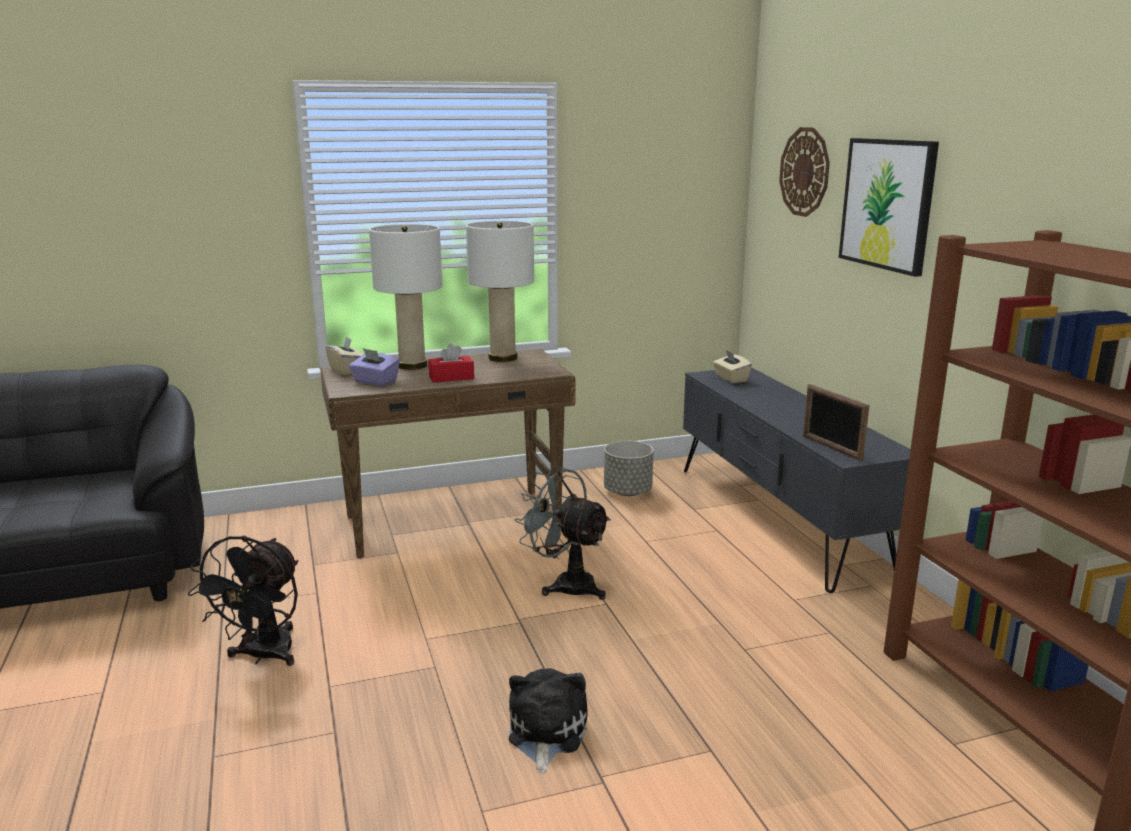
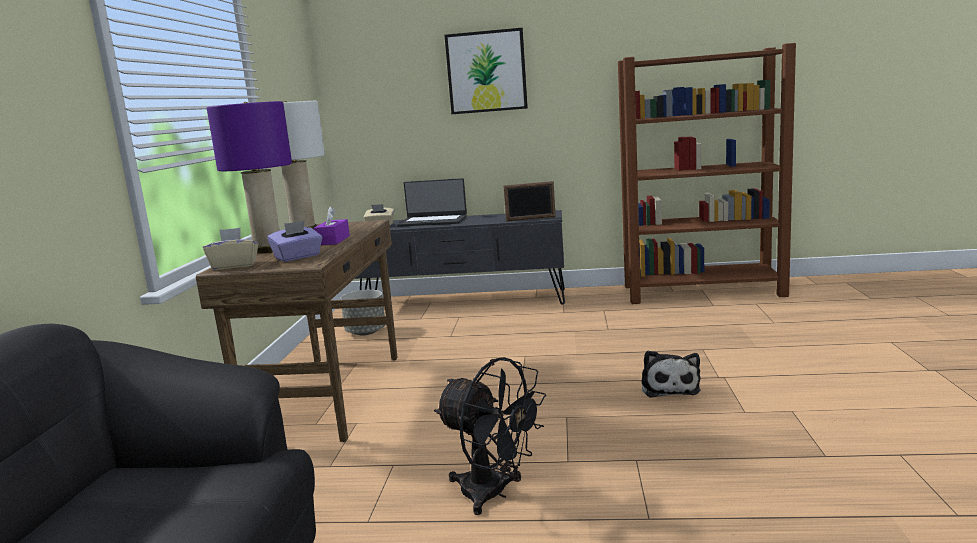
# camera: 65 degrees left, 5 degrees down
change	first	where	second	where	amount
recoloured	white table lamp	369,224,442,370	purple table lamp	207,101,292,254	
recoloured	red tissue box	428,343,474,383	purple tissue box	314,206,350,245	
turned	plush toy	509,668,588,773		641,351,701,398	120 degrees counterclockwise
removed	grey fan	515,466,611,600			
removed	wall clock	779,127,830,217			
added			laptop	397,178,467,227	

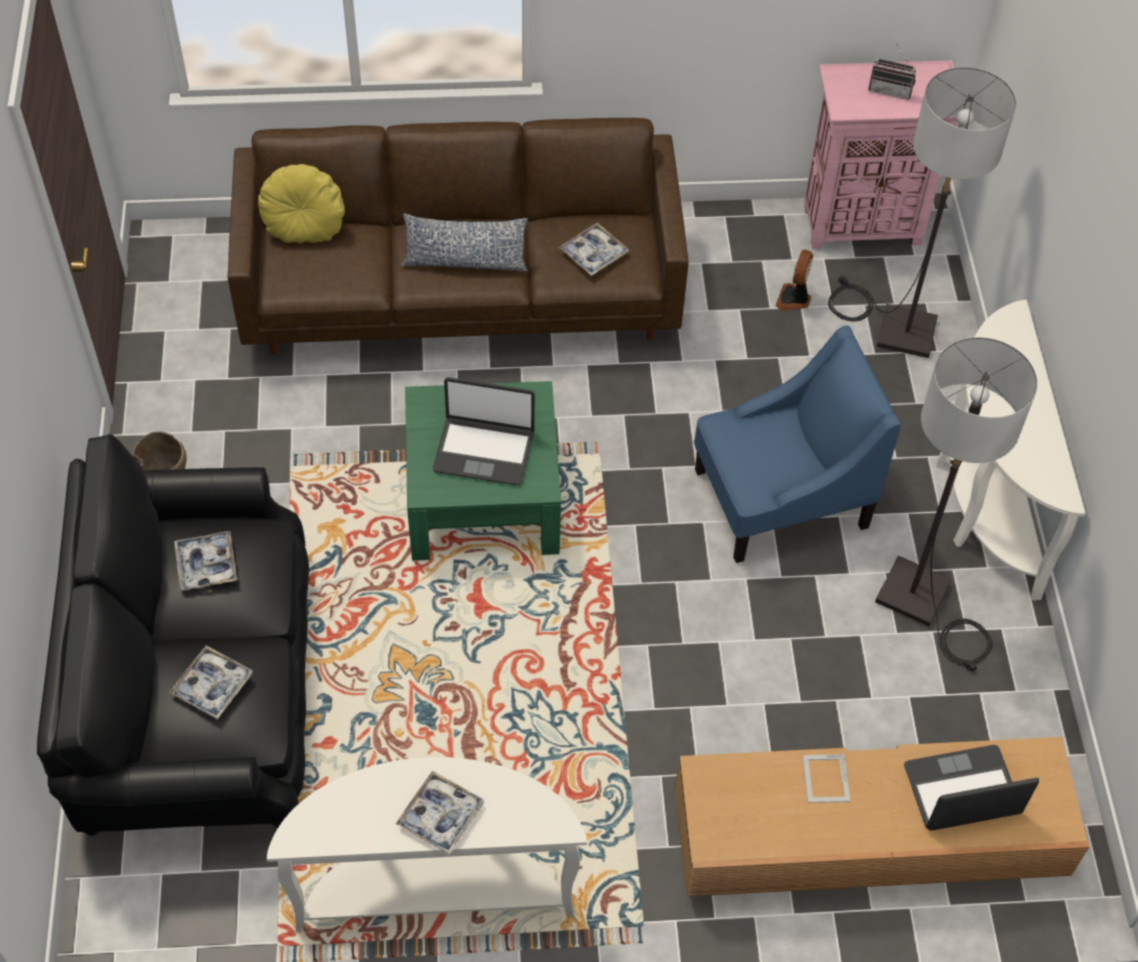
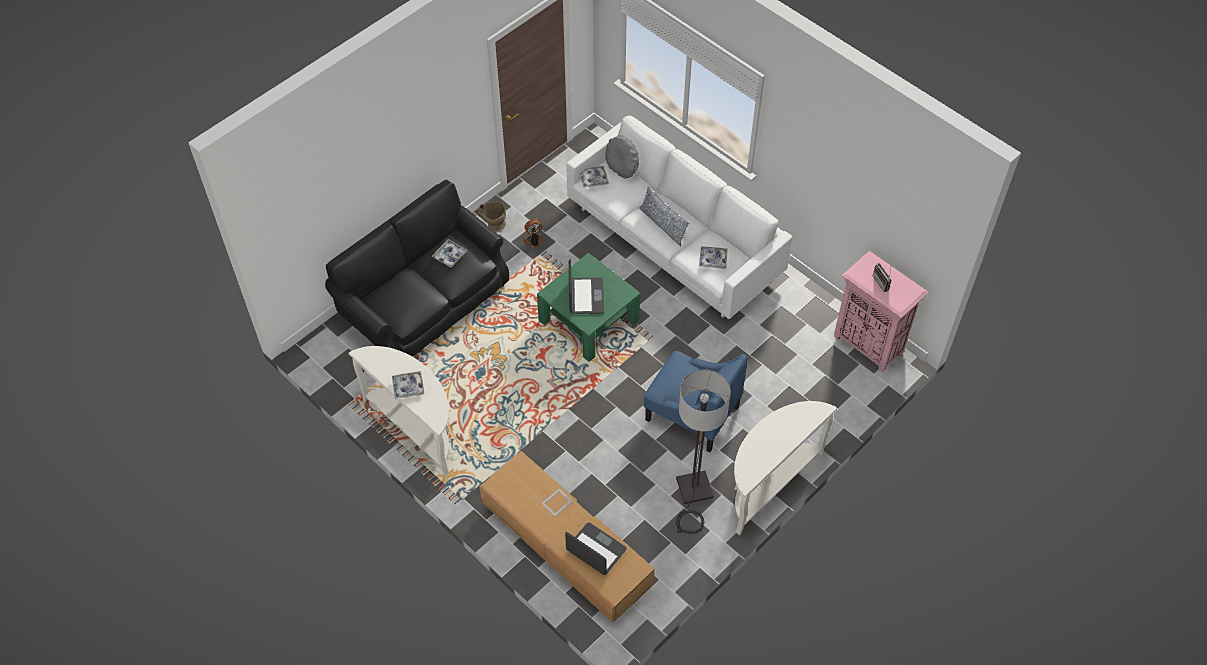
# camera: 50 degrees right, 0 degrees up
change	first	where	second	where	amount
moved	tray	169,646,253,719		580,166,609,188	
recoloured	brown sofa	228,118,689,354	white sofa	566,116,793,319	
recoloured	yellow pillow	258,164,345,243	grey pillow	605,135,639,179	
turned	laptop	433,377,535,485		569,259,604,314	150 degrees counterclockwise
moved	fan	775,250,813,310		523,219,542,248	
removed	floor lamp	828,67,1016,358			

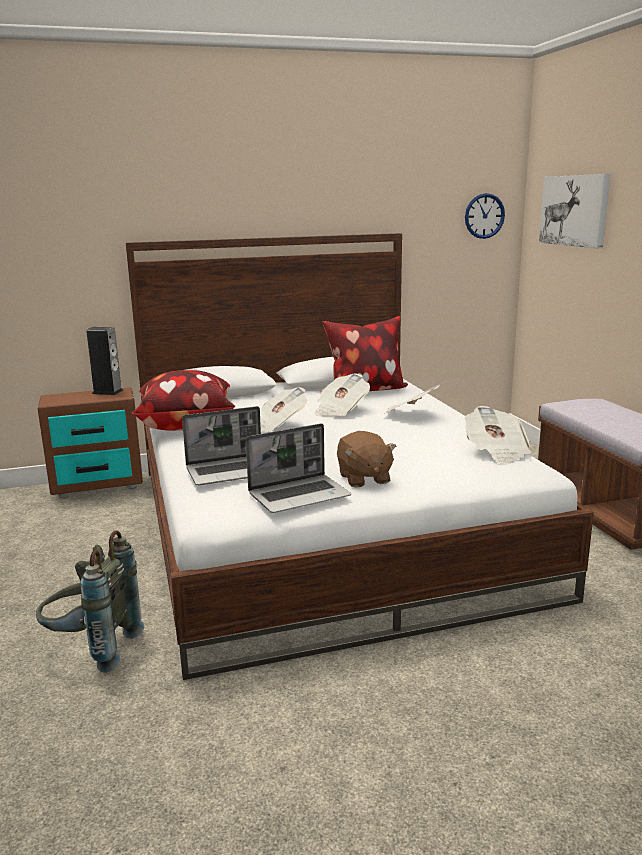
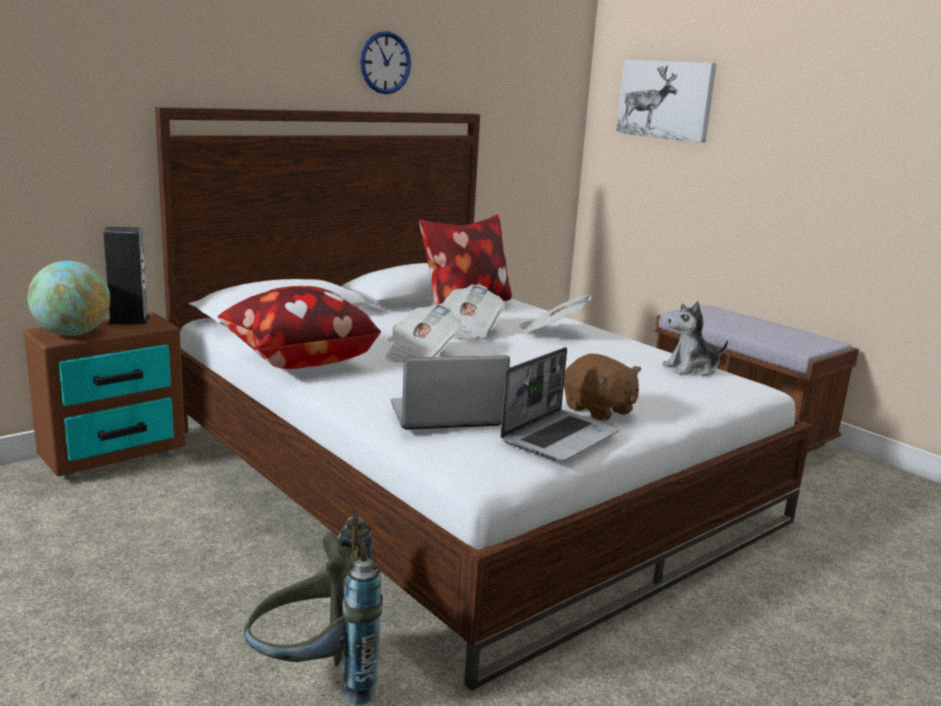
# camera: 25 degrees left, 0 degrees up
change	first	where	second	where	amount
turned	laptop	182,406,261,485		391,355,510,430	150 degrees counterclockwise
moved	wall clock	465,193,505,239		360,31,411,94	
replaced	newspaper	465,406,532,465	plush toy	663,301,728,376	
added			globe	28,261,110,336	

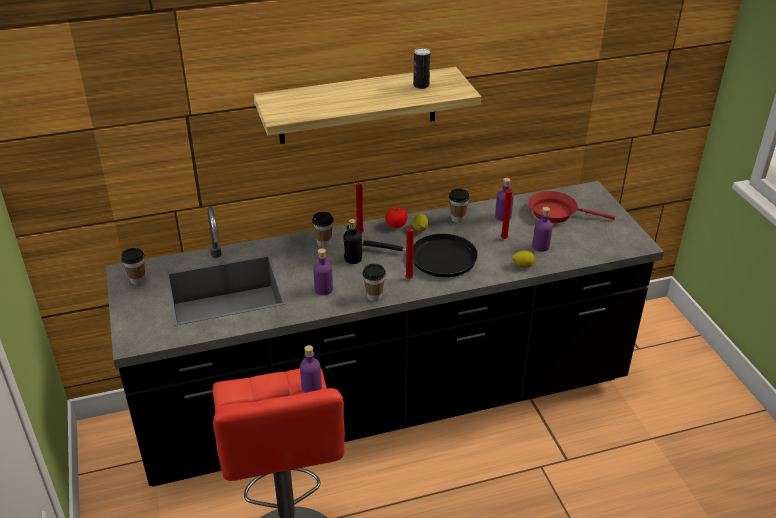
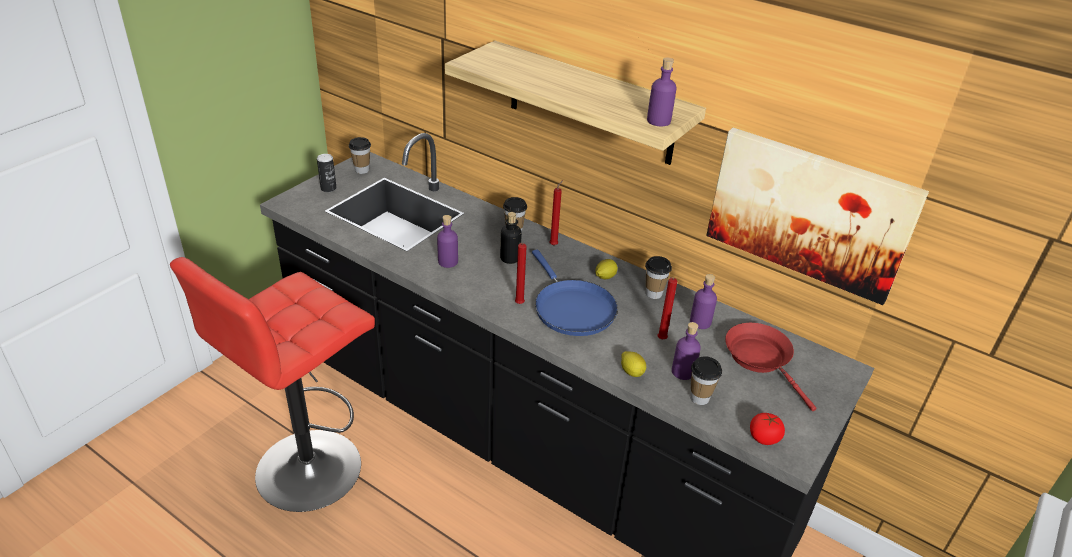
# camera: 50 degrees right, 0 degrees up
change	first	where	second	where	amount
moved	purple bottle	300,345,322,393		647,58,677,126	
moved	cup	362,264,386,302		690,356,722,405	
recoloured	black frying pan	363,233,478,277	blue frying pan	532,250,618,336	
moved	tomato	385,207,407,228		750,413,785,445	
moved	can	413,48,430,89		317,154,337,192	
added			picture	706,128,929,305	

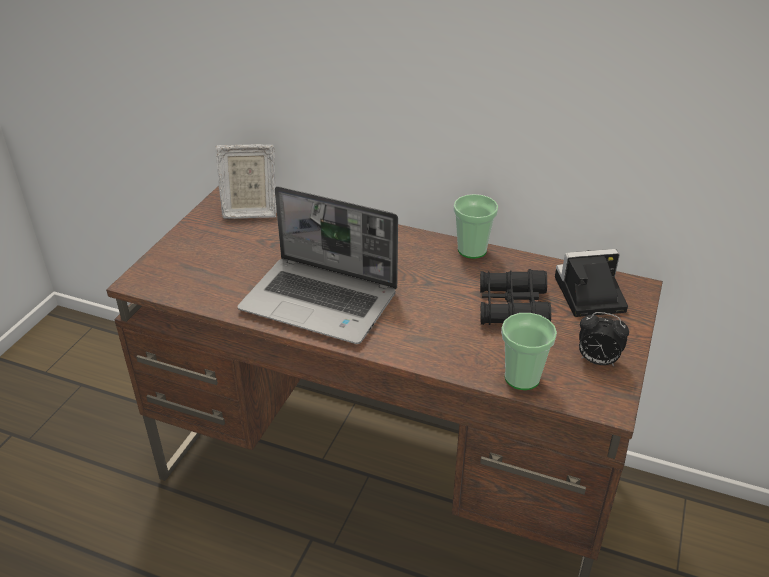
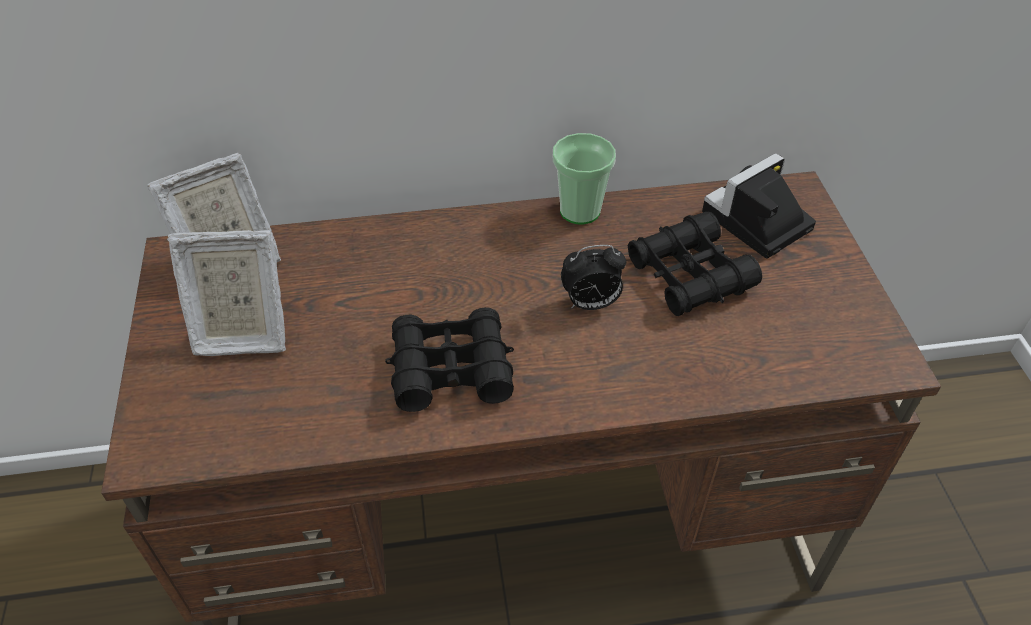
# camera: 30 degrees left, 10 degrees up
change	first	where	second	where	amount
replaced	laptop	238,186,398,344	black binoculars	385,307,514,412	
removed	cup	501,313,557,390			
moved	alarm clock	579,312,629,366		561,245,626,310	
added			picture frame	167,230,286,356	

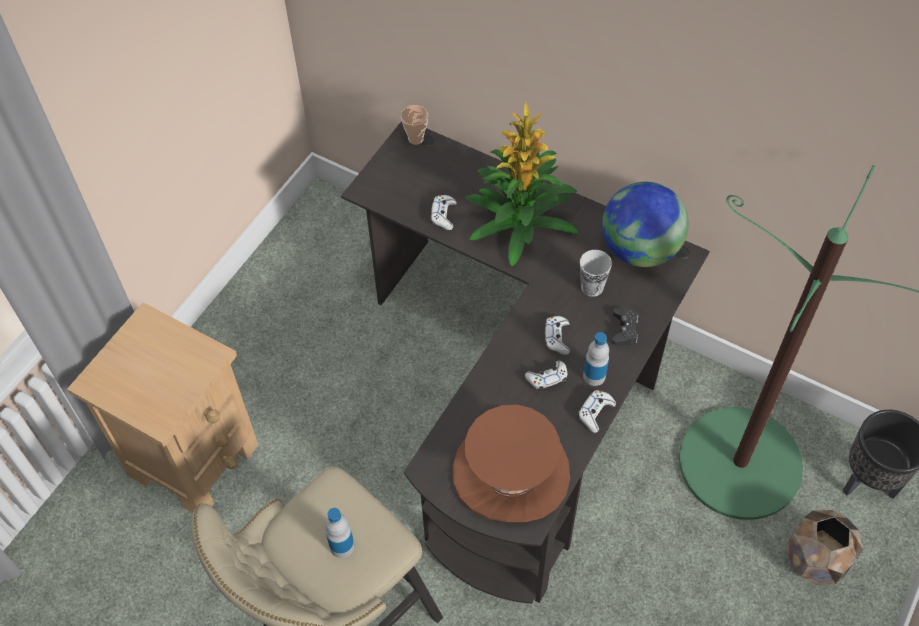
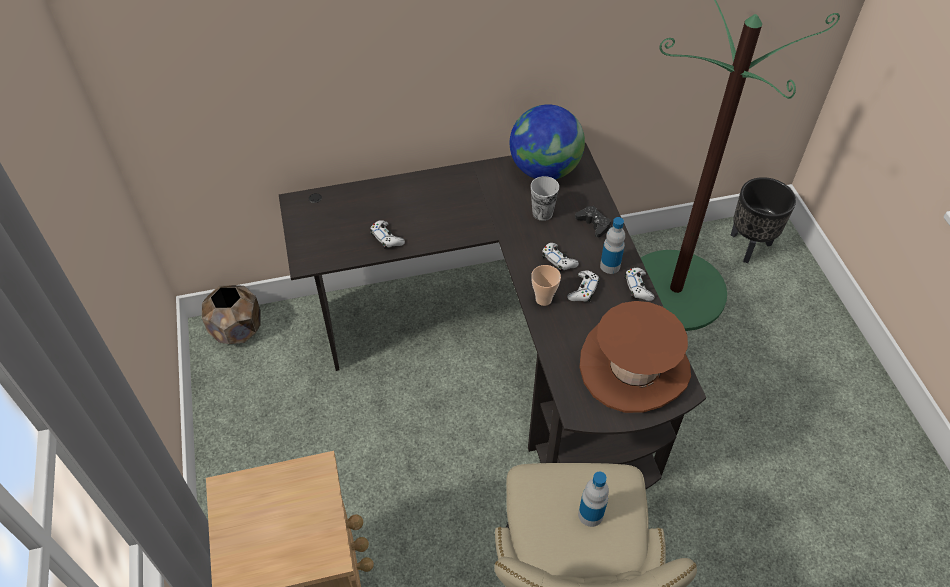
# camera: 45 degrees left, 5 degrees down
change	first	where	second	where	amount
moved	cup	401,105,428,145		531,265,561,306	
removed	potted plant	465,102,578,266			
moved	brown planter	786,510,863,584		202,285,261,344	

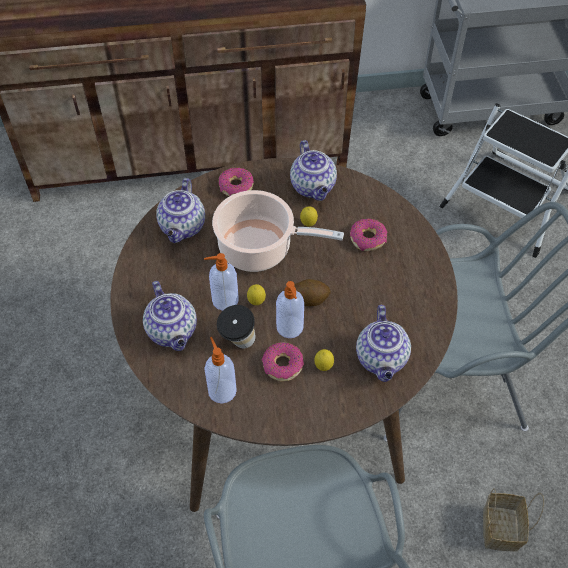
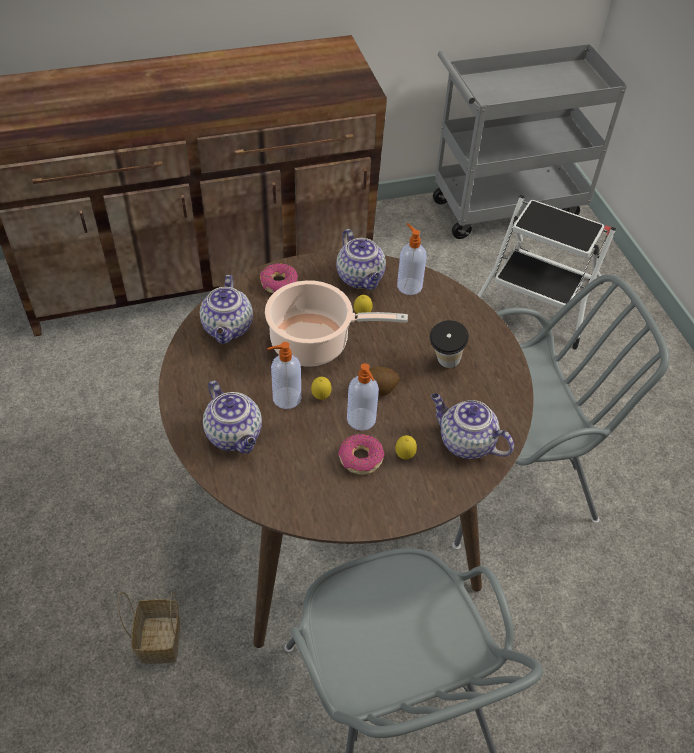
# camera: 10 degrees left, 5 degrees down
change	first	where	second	where	amount
moved	soap dispenser	204,337,237,403		397,223,426,295	
moved	cup	217,305,256,348		429,320,469,368	
removed	donut	350,219,388,251			
turned	teapot	356,305,411,382		431,393,514,459	135 degrees clockwise
moved	basket	483,488,544,551		118,591,180,664	

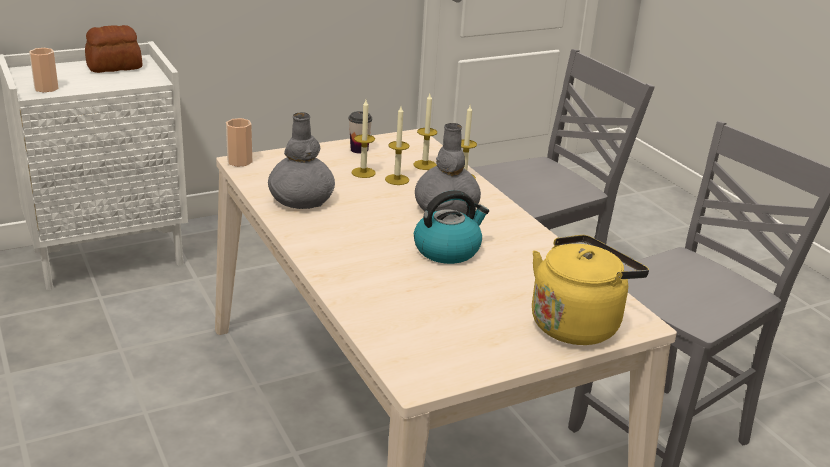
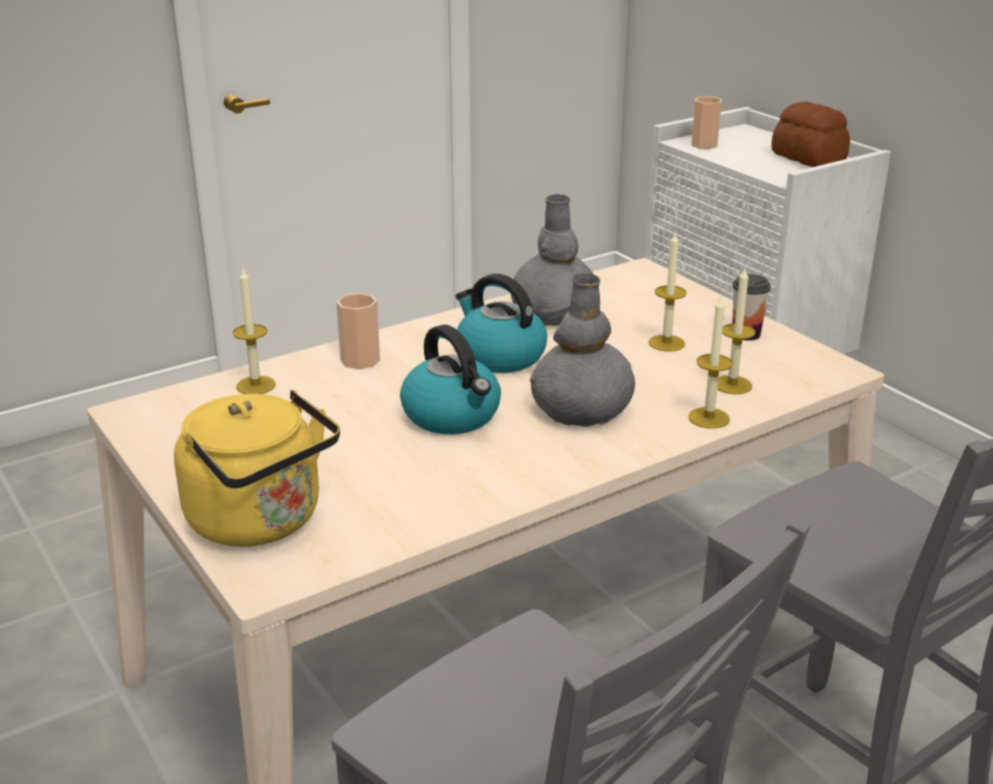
# camera: 85 degrees right, 0 degrees up
change	first	where	second	where	amount
moved	cup	226,118,253,167		336,293,380,369	
moved	candle	385,106,409,185		233,269,276,394	
added			kettle	456,274,547,373	

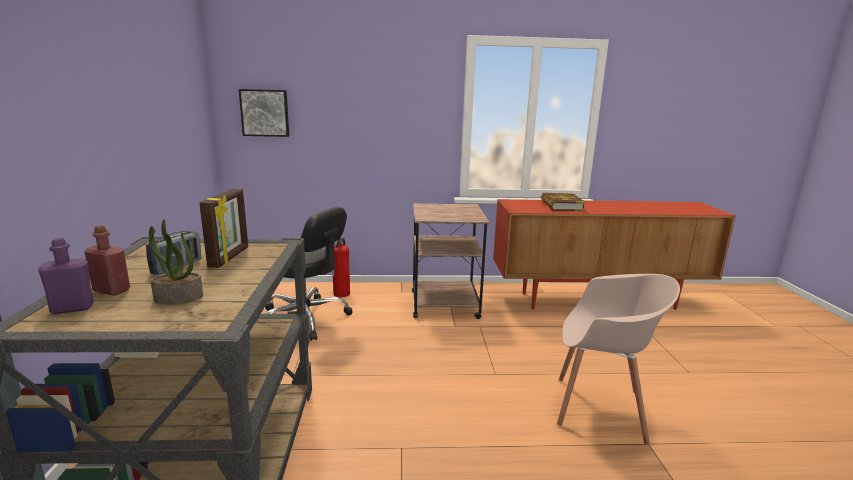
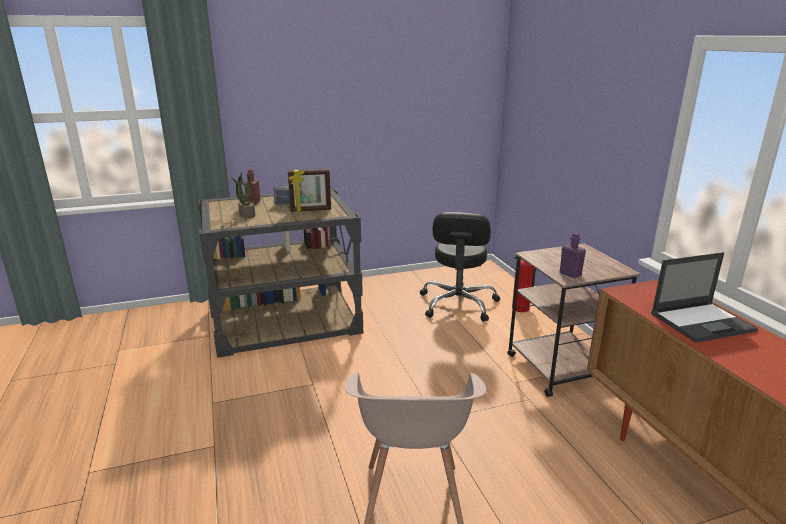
# camera: 75 degrees right, 5 degrees up
change	first	where	second	where	amount
moved	purple bottle	38,238,94,314		560,233,586,278	
removed	picture	239,89,289,137			
replaced	book	541,193,586,211	laptop	651,252,759,343	

